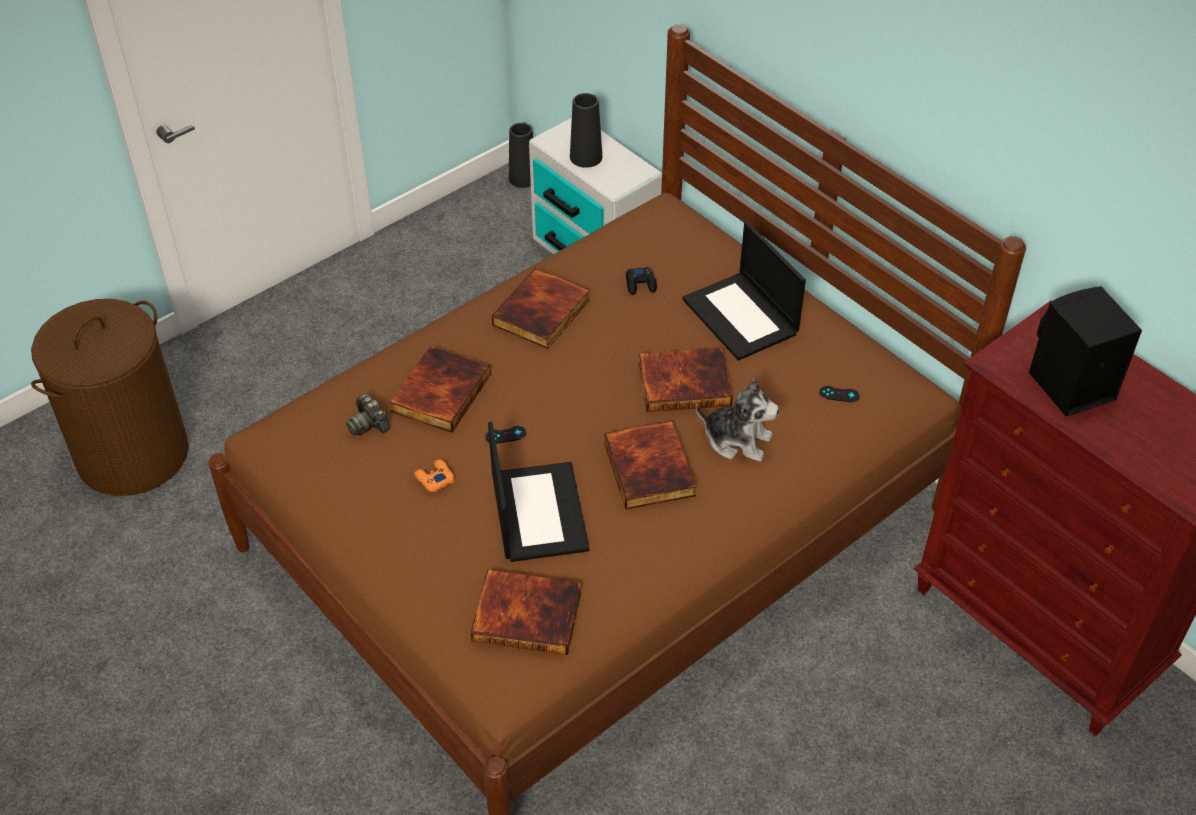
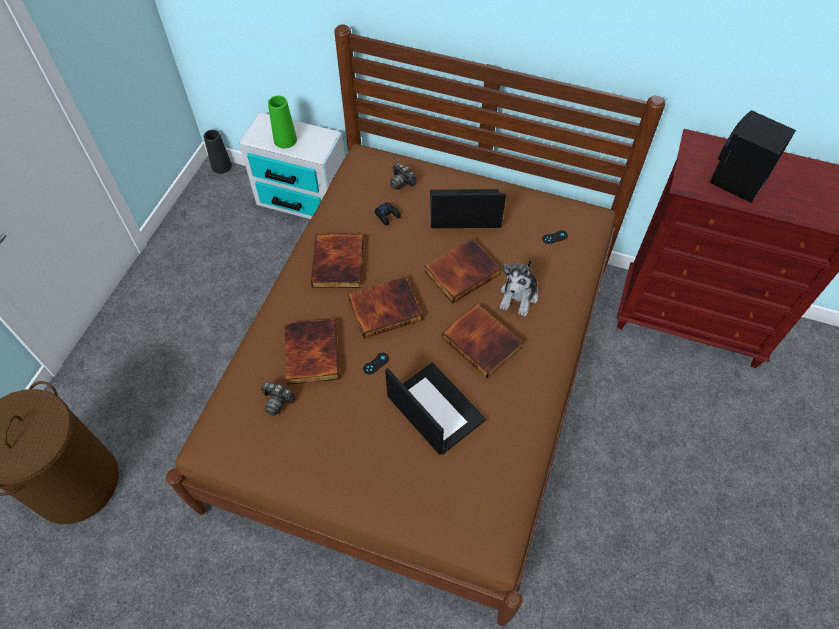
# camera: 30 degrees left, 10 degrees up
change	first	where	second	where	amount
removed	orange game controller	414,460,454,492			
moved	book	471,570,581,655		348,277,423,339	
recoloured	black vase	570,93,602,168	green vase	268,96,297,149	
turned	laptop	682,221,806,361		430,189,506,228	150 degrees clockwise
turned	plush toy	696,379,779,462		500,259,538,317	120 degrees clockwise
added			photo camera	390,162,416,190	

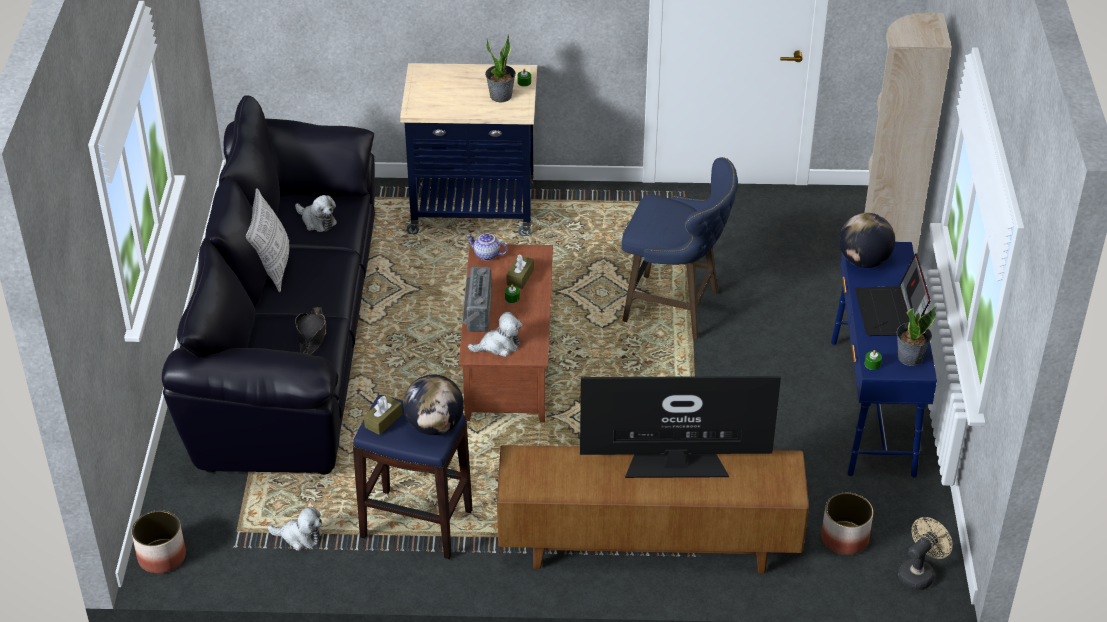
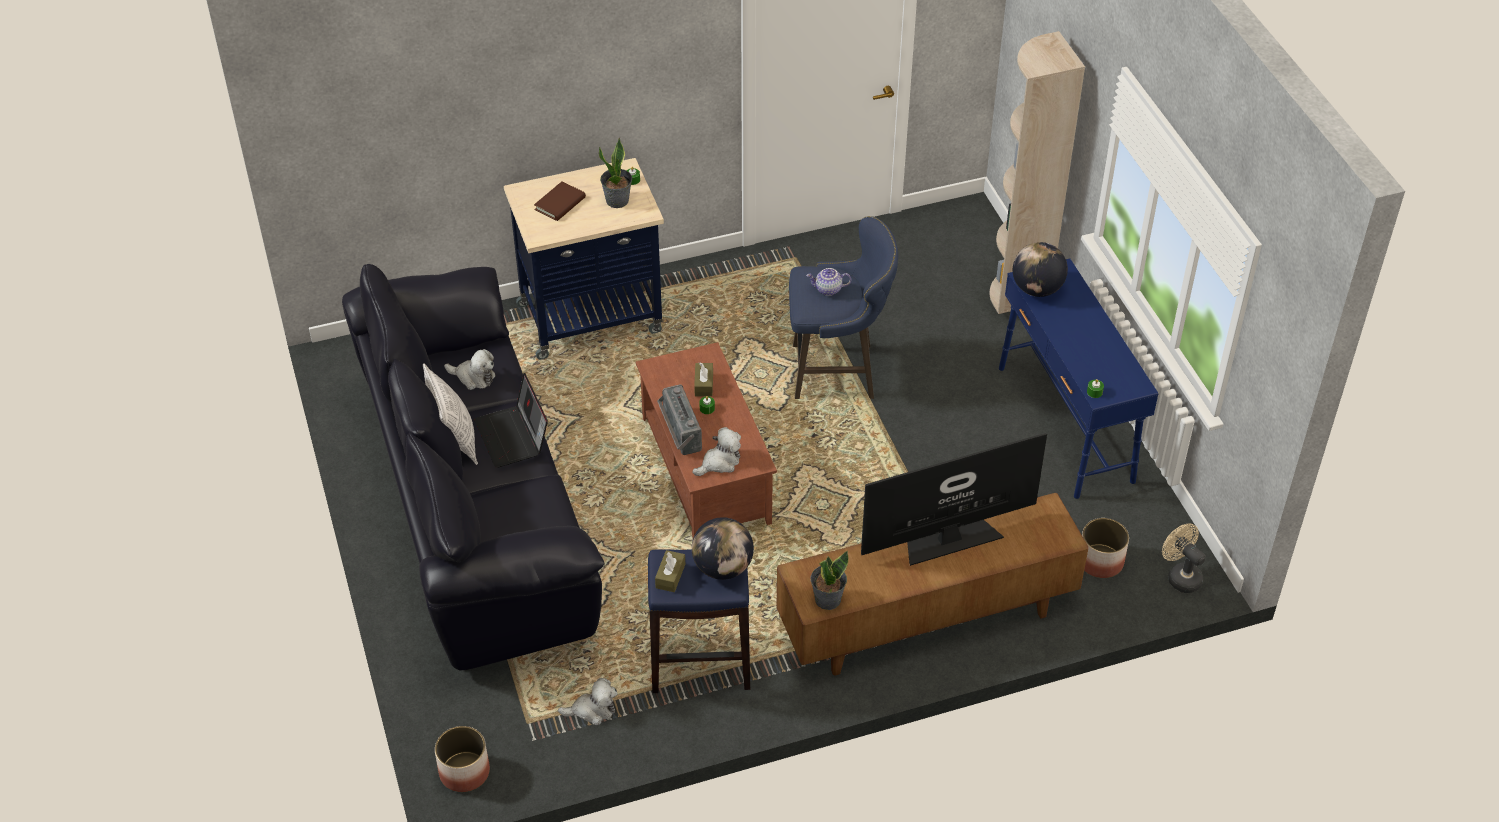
# camera: 20 degrees left, 5 degrees up
change	first	where	second	where	amount
removed	black hat	295,307,326,355			
moved	teapot	466,233,508,261		806,268,851,296	
moved	laptop	855,253,931,336		474,373,548,468	
moved	potted plant	897,306,936,366		810,551,849,610	
turned	beige fan	898,517,953,590		1162,523,1206,593	60 degrees counterclockwise
added			brown book	534,181,586,221	

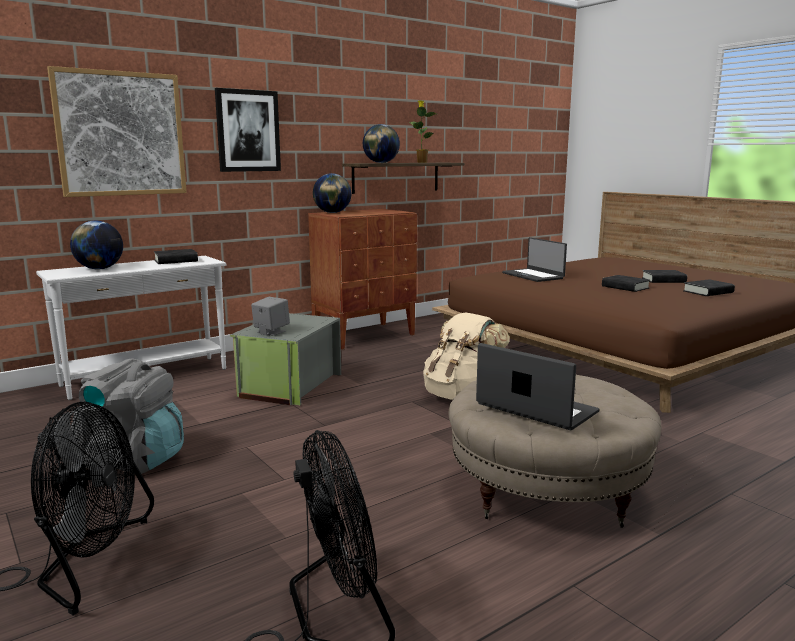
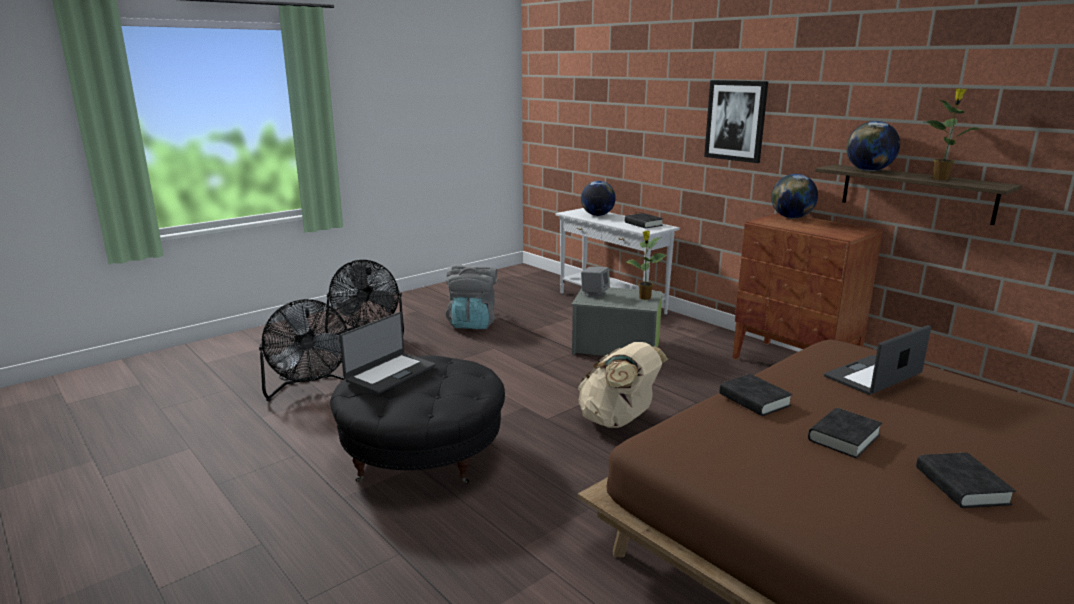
# camera: 85 degrees right, 5 degrees up
change	first	where	second	where	amount
removed	picture	47,66,187,197			
recoloured	beige ottoman	449,375,662,528	black ottoman	330,355,505,484	
moved	black book	683,279,735,296		719,374,793,416	
added			potted plant	625,231,667,300	

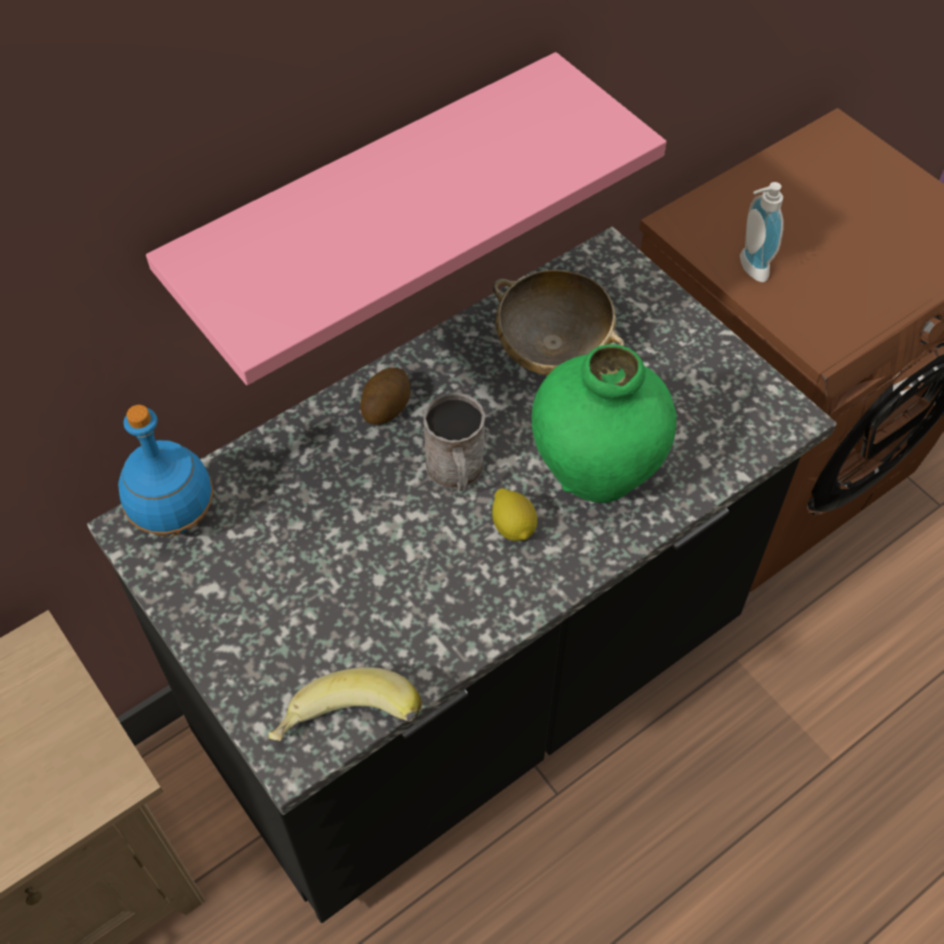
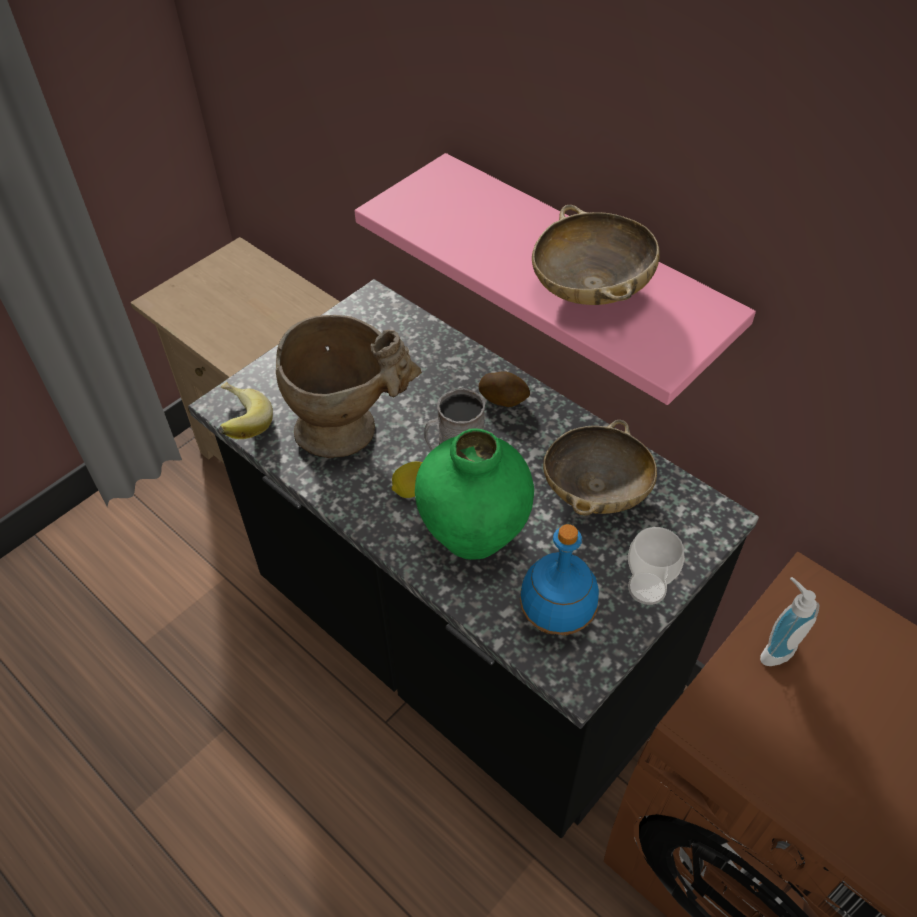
# camera: 80 degrees right, 5 degrees down
change	first	where	second	where	amount
moved	blue bottle	118,405,214,537		519,524,599,635	
added			beige vase	276,315,422,458	
added			beige bowl	532,205,660,305	
added			cup	628,527,685,605	

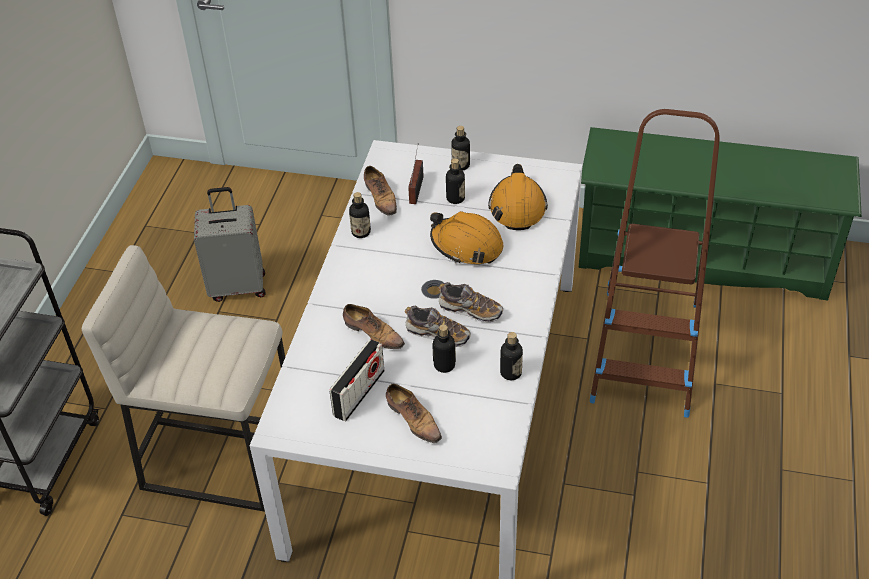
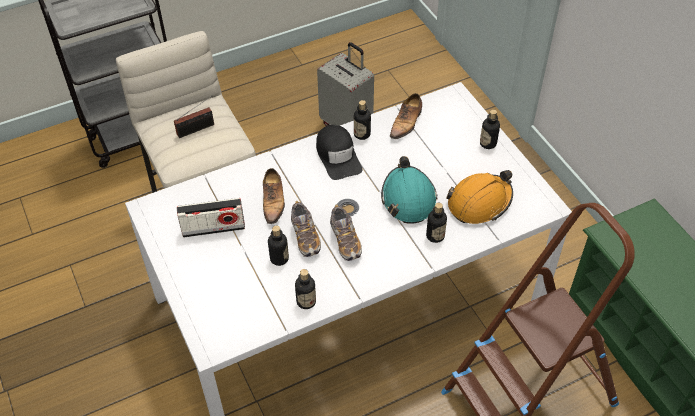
# camera: 50 degrees right, 5 degrees up
change	first	where	second	where	amount
removed	shoe	386,384,442,443			
moved	radio	408,143,424,204		174,96,214,138	
recoloured	orange hard hat	430,211,503,264	turquoise hard hat	381,156,438,224	
moved	bottle	446,158,465,204		426,203,447,243	
added			black cap	316,125,362,180	

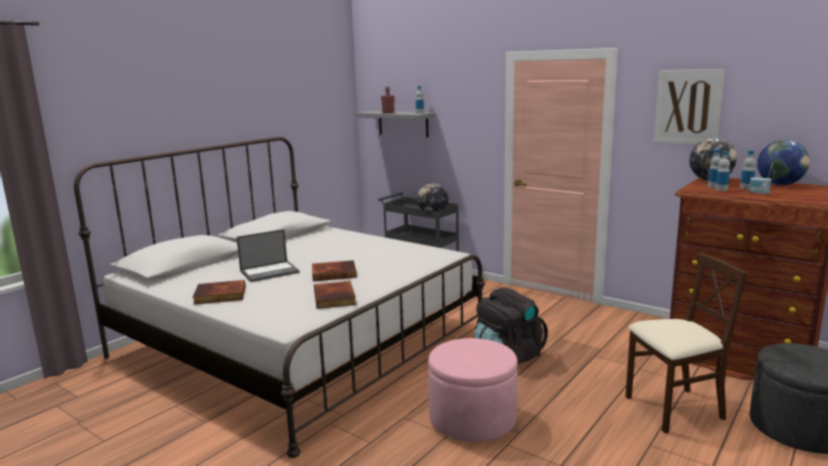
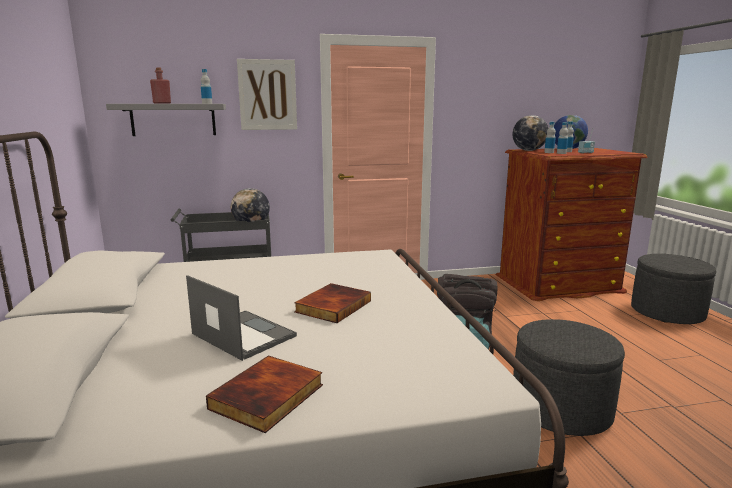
# camera: 50 degrees left, 0 degrees up
change	first	where	second	where	amount
turned	laptop	237,229,300,282		186,275,297,361	60 degrees counterclockwise
removed	book	314,281,356,309			
recoloured	pink ottoman	428,338,518,442	grey ottoman	513,319,625,436	
removed	beige chair	625,253,747,433			
moved	picture	653,69,725,145		237,59,297,130	

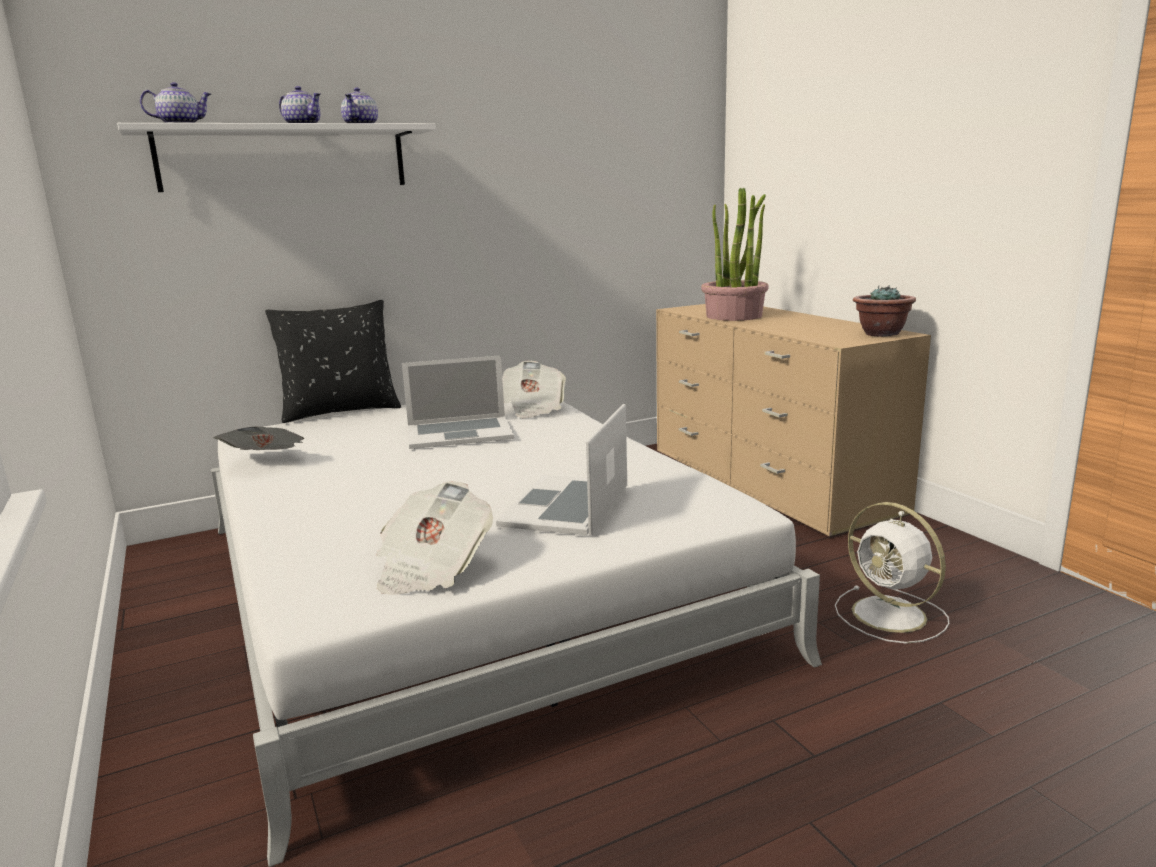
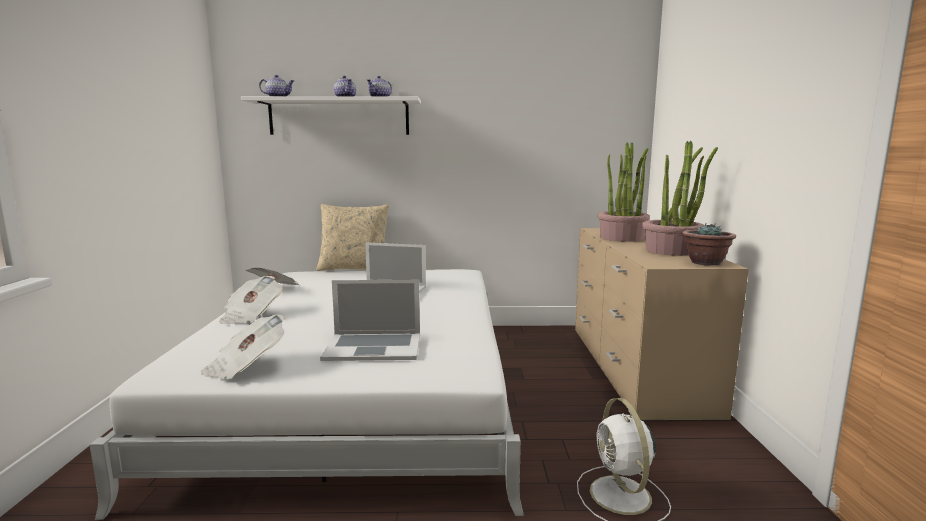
# camera: 25 degrees right, 5 degrees down
change	first	where	second	where	amount
recoloured	black pillow	265,300,401,423	beige pillow	316,204,390,271	
turned	laptop	496,404,627,536		320,280,420,361	135 degrees counterclockwise
moved	newspaper	502,361,566,418		219,276,283,324	
added			potted plant	642,141,718,256	

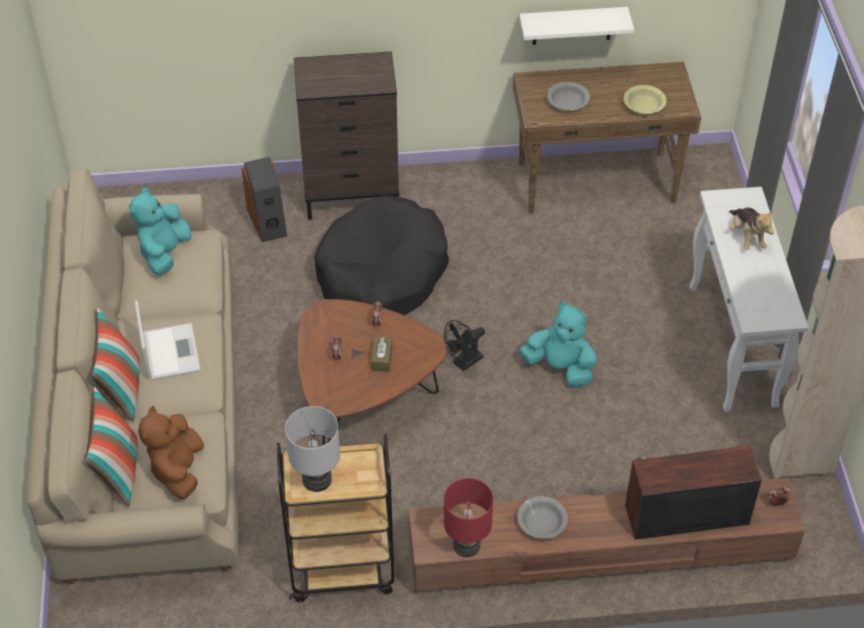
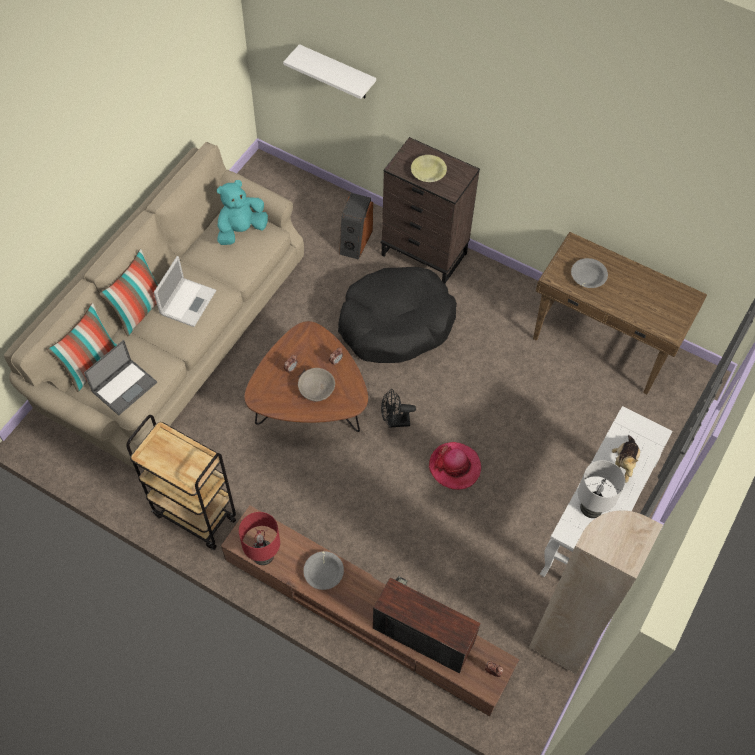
# camera: 35 degrees right, 10 degrees up
change	first	where	second	where	amount
replaced	brown plush toy	138,406,204,499	laptop	84,340,157,416	
moved	grey table lamp	285,406,340,492		578,460,625,518	
replaced	brown tissue box	371,336,392,372	grey bowl	298,368,335,402	
moved	white shelf	519,7,634,45		283,44,376,99	
replaced	turquoise plush toy	519,301,597,387	hat	429,442,481,490	
moved	yellow bowl	624,85,667,114		411,155,447,182	

